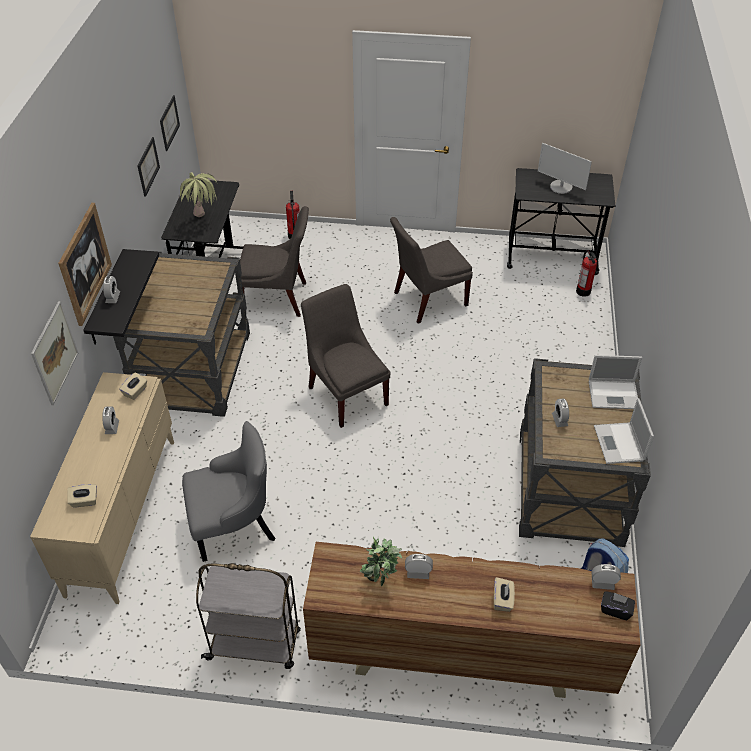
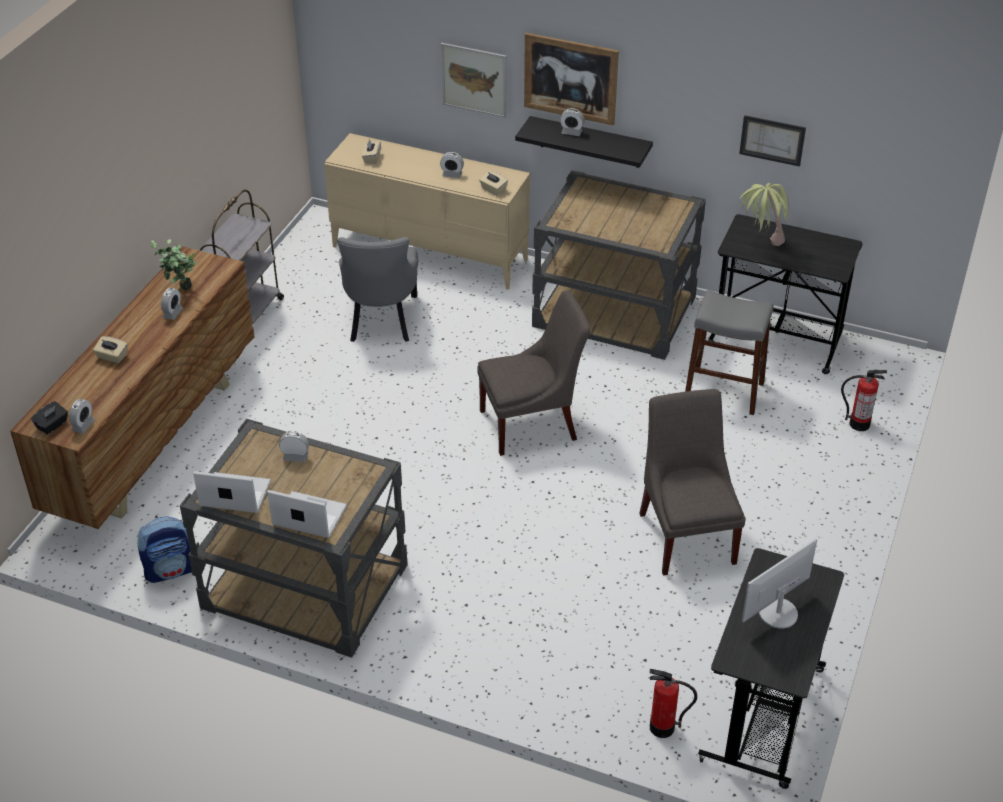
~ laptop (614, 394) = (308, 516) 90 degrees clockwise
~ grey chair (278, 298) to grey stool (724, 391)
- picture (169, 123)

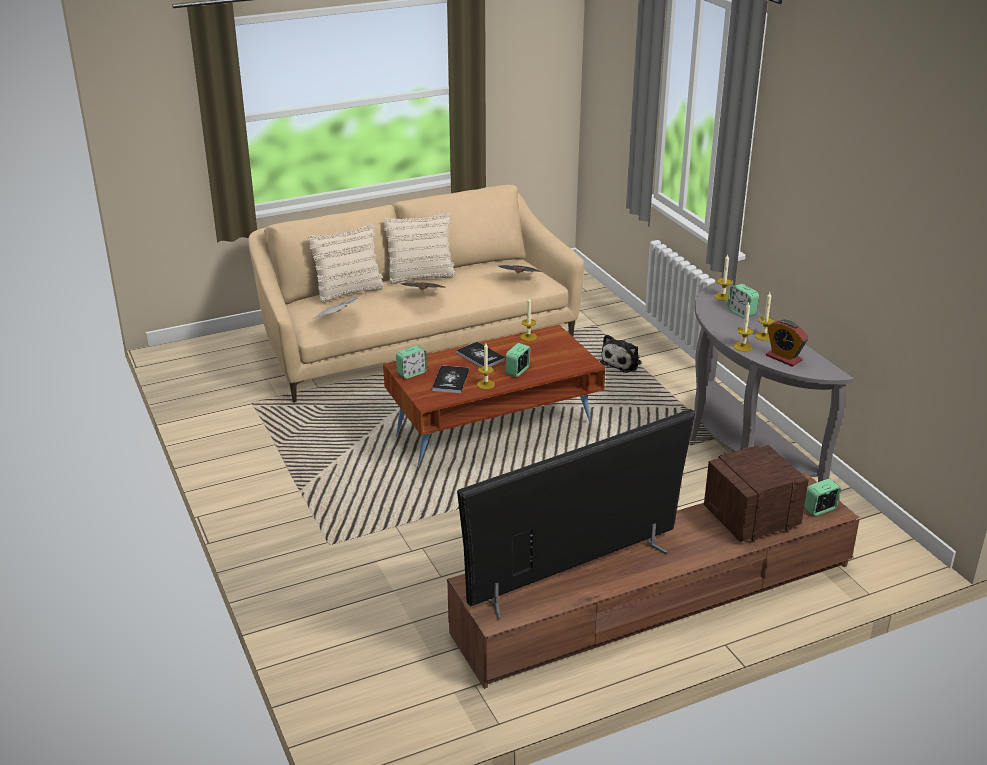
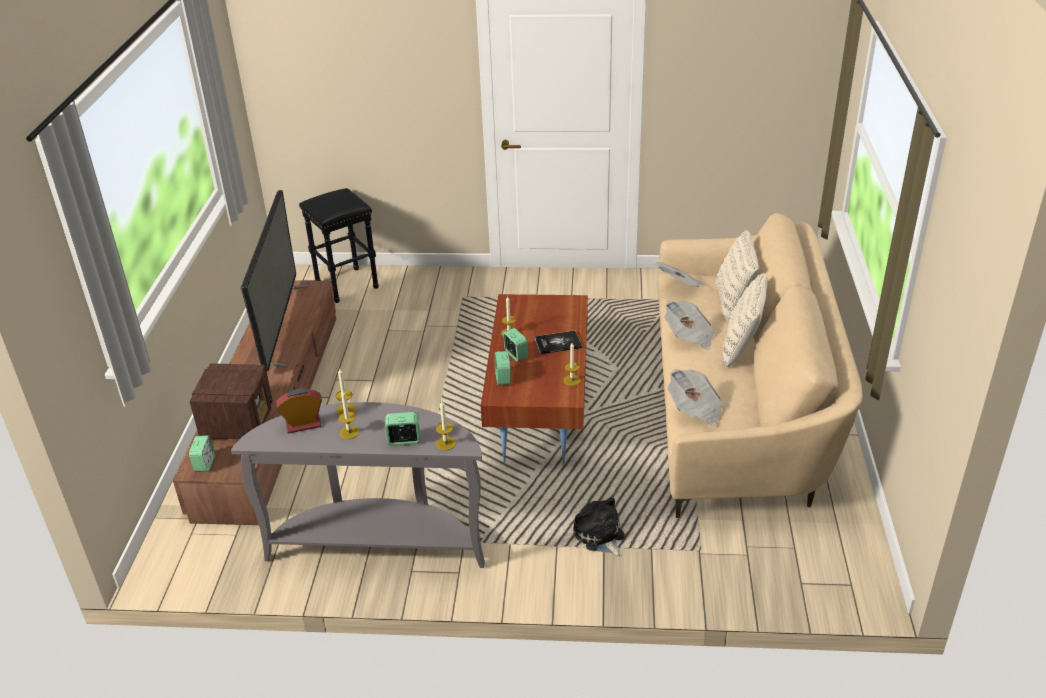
+ black stool (347, 284)
~ alarm clock (412, 373) to (503, 378)
- book (451, 380)

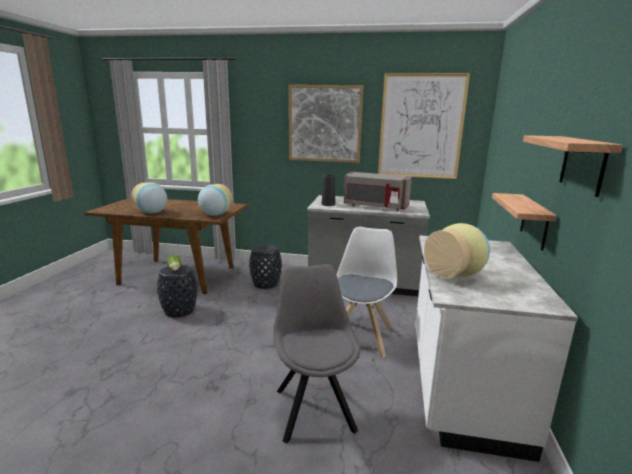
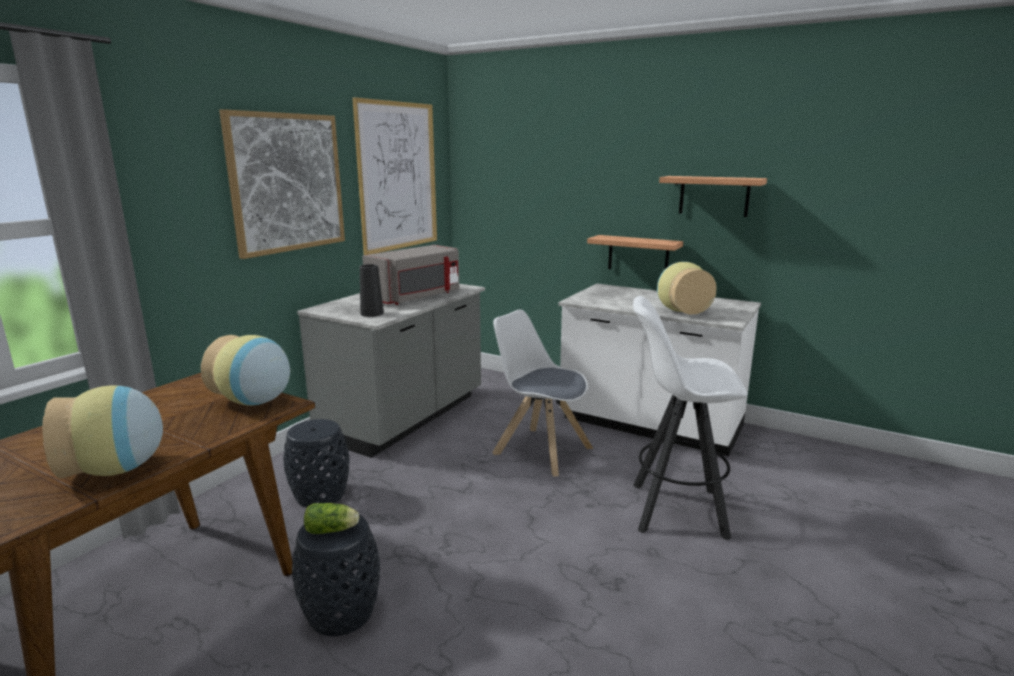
~ grey chair (313, 409) to white stool (674, 509)

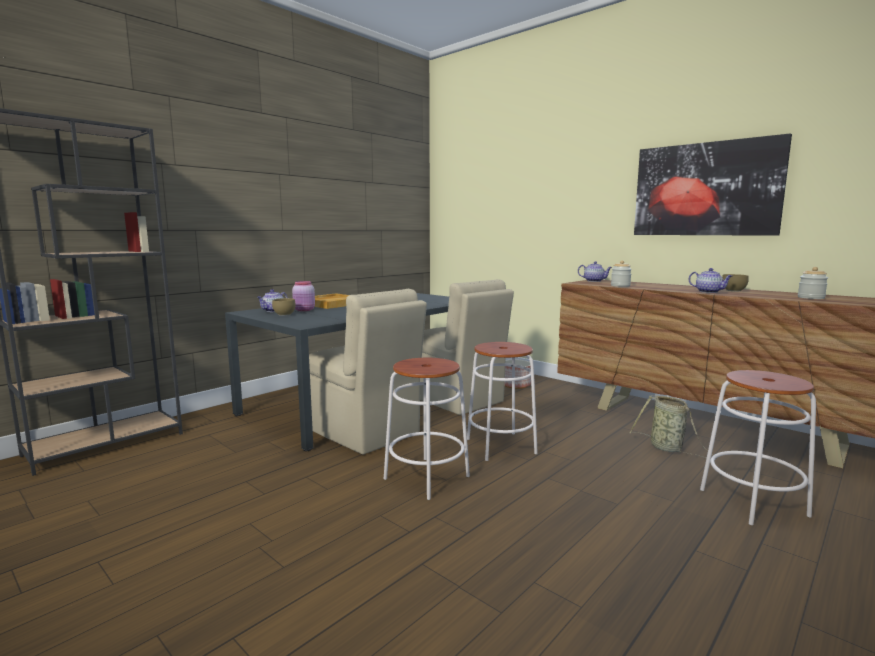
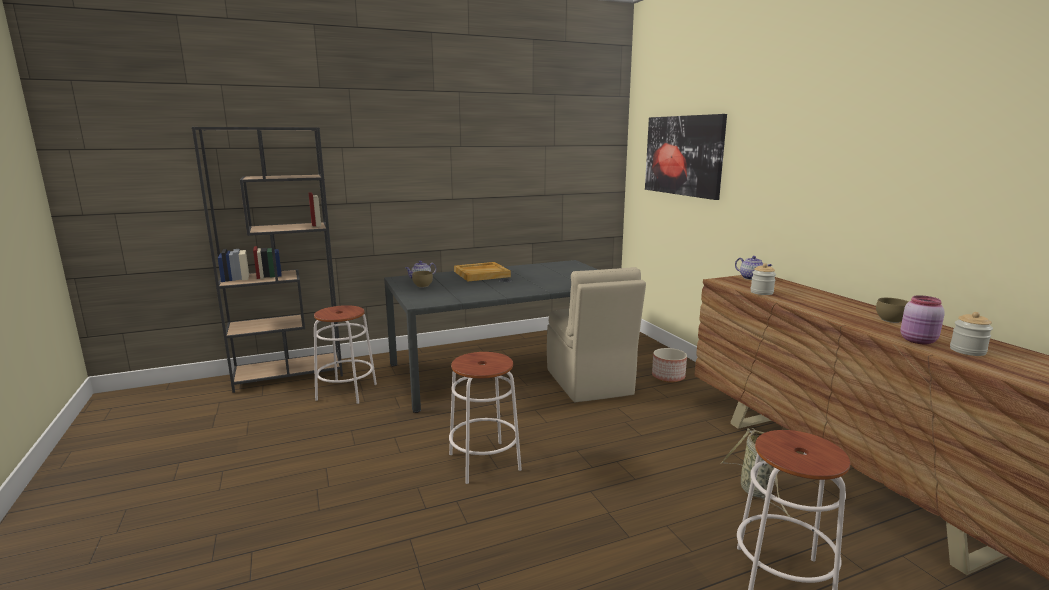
~ white stool (500, 446) to (346, 392)
~ picture (705, 189) to (683, 155)
~ pink jar (304, 310) to (919, 341)
- beige chair (363, 432)
- teapot (709, 292)

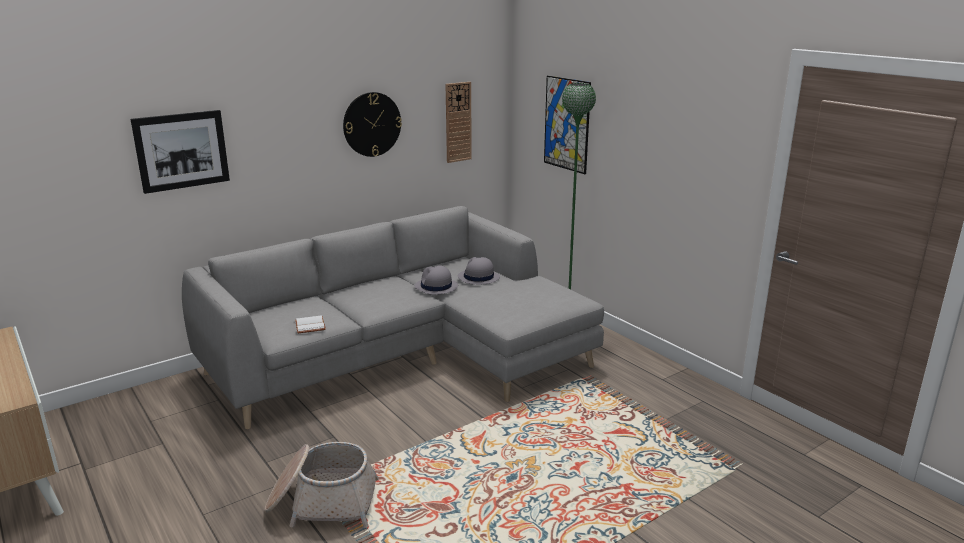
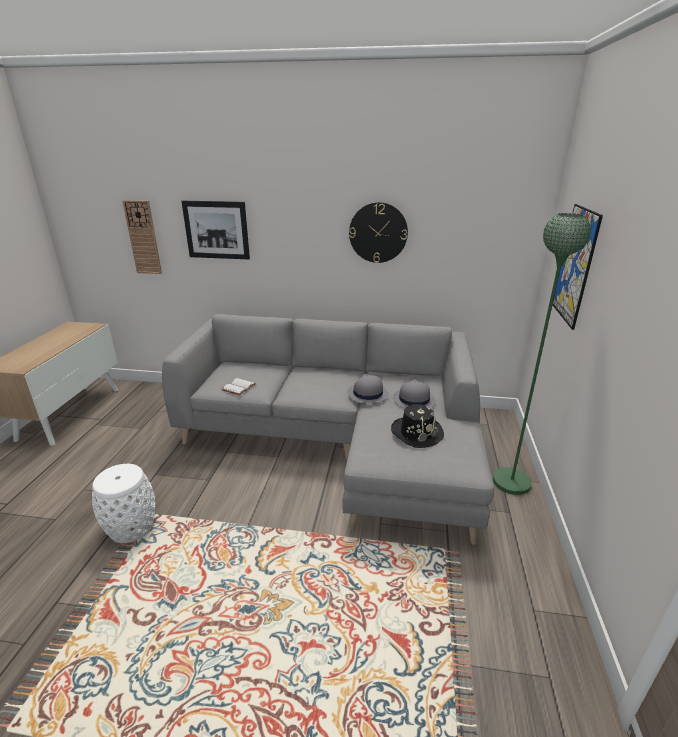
~ basket (322, 502) to white stool (132, 527)
~ wall clock (458, 122) to (143, 238)
+ black hat (416, 433)

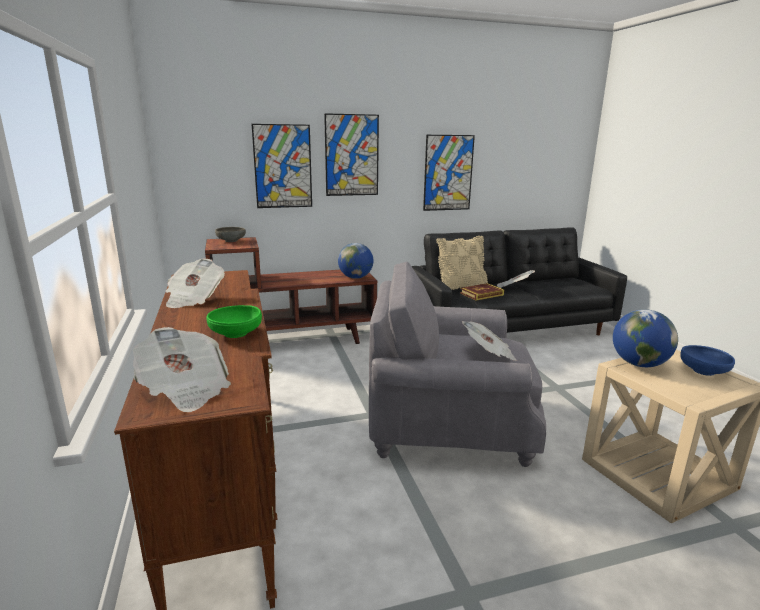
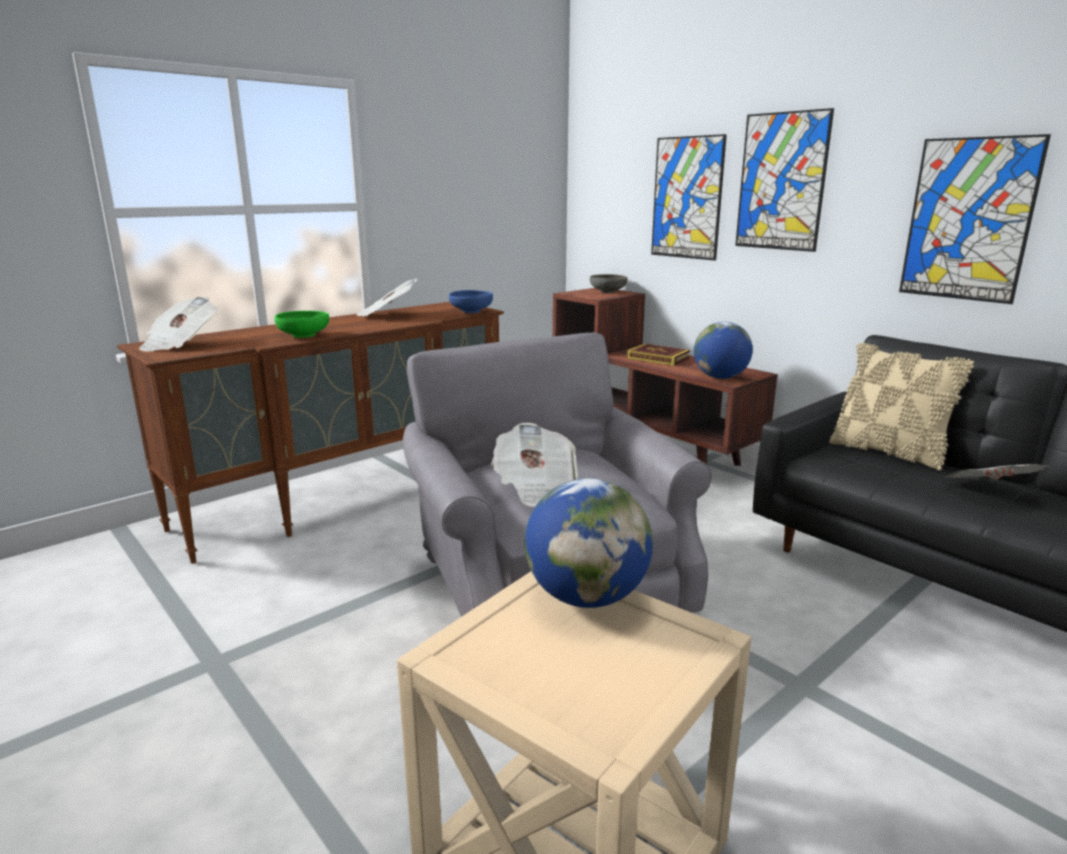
~ blue bowl (703, 371) to (471, 311)
~ book (481, 294) to (658, 358)

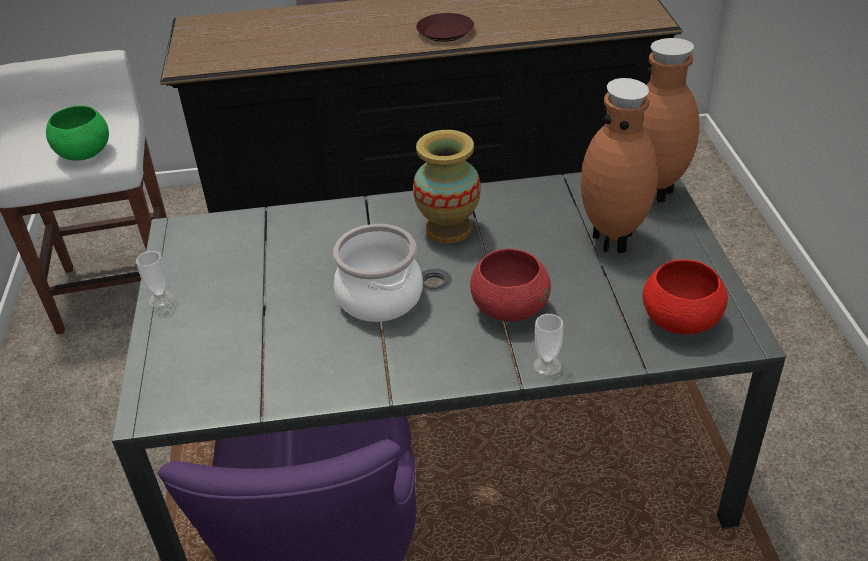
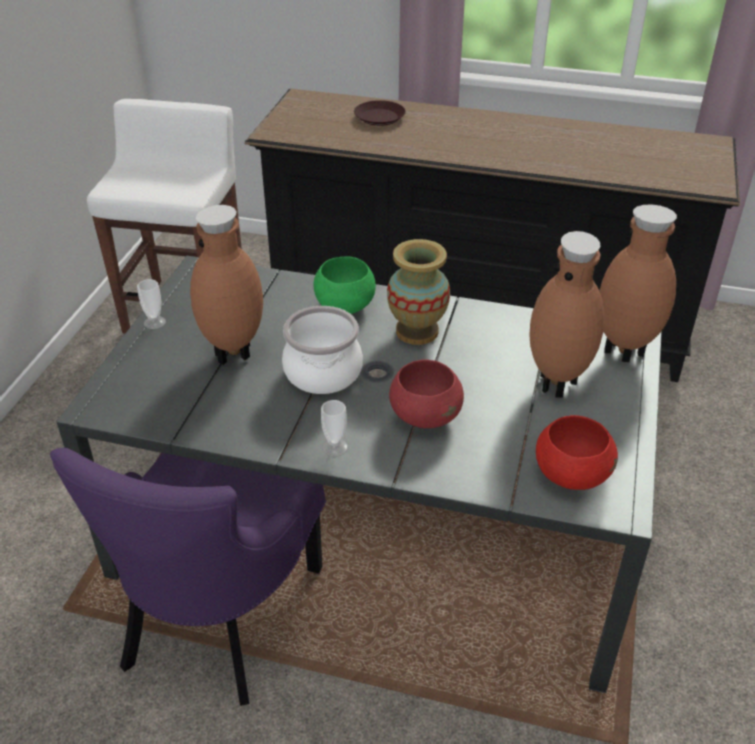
+ brown vase (235, 354)
~ green bowl (83, 154) to (344, 306)
~ cup (547, 366) to (335, 447)
~ brown plate (444, 32) to (379, 117)

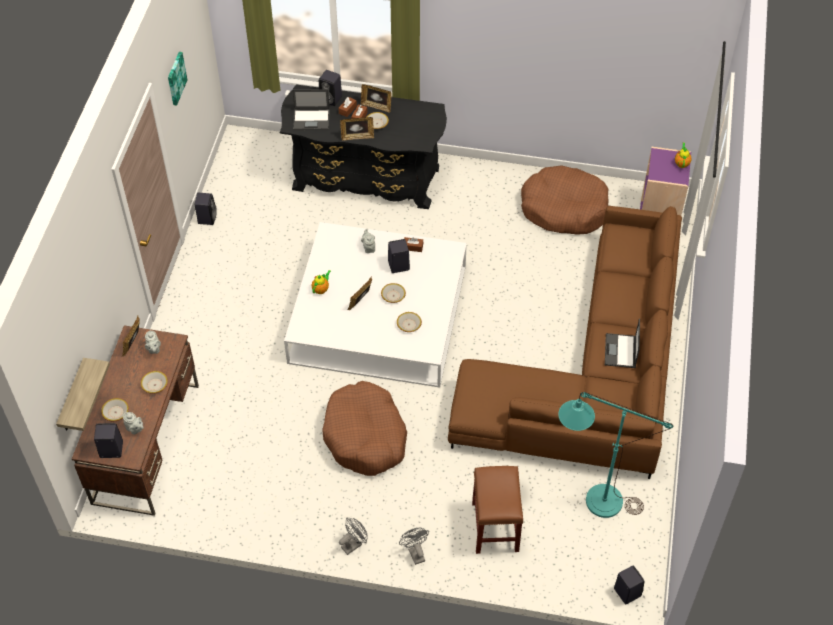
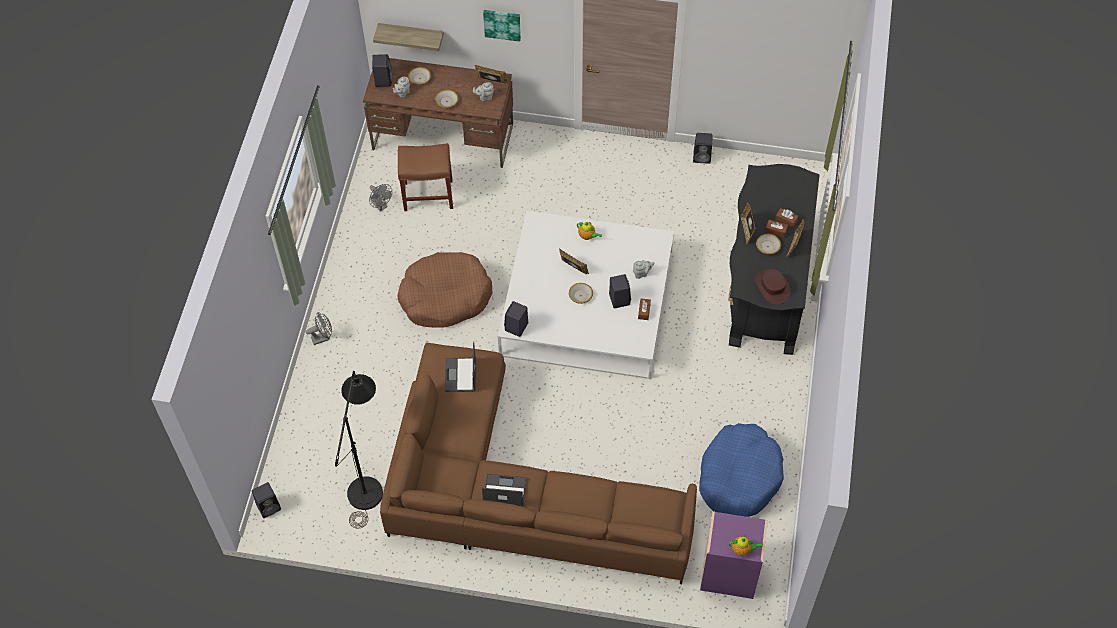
~ turquoise floor lamp (593, 499) to black floor lamp (367, 484)
~ grey fan (354, 544) to (381, 206)
~ brown stool (495, 528) to (427, 195)
~ laptop (312, 119) to (460, 375)
~ picture (175, 78) to (502, 24)
~ black speaker (331, 99) to (516, 327)
~ brown dog bed (564, 208) to blue dog bed (739, 476)
+ brown hat (772, 287)
- bowl (409, 324)

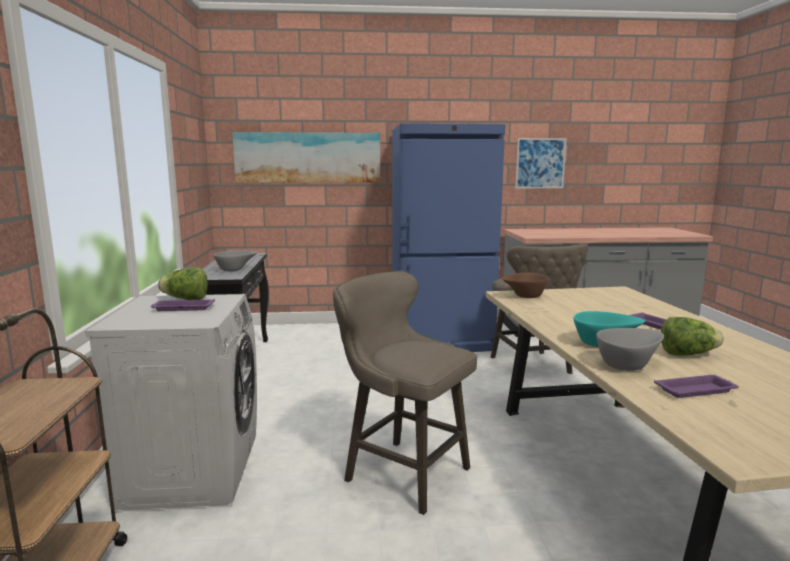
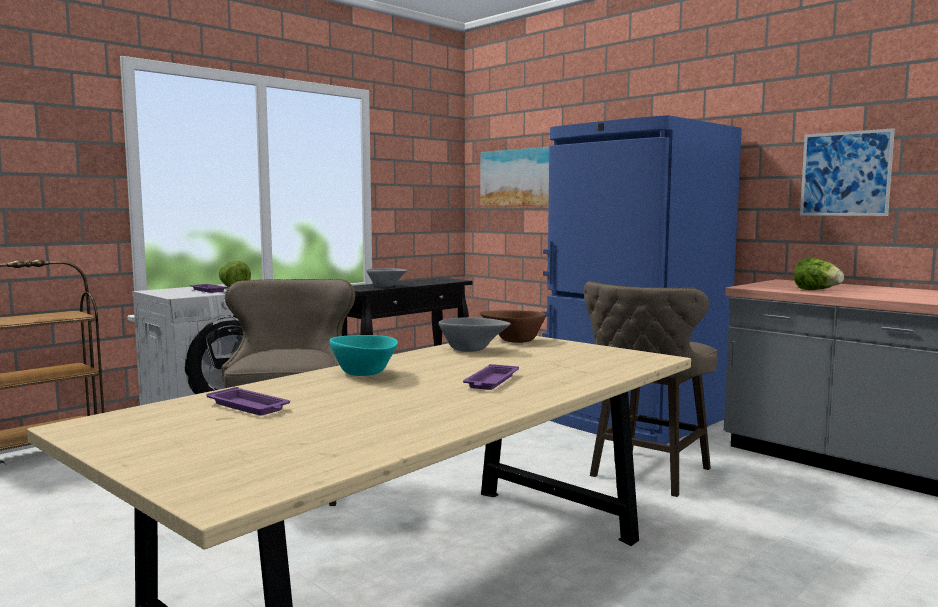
~ grey bowl (628, 365) to (474, 350)
~ lettuce (687, 354) to (816, 290)

